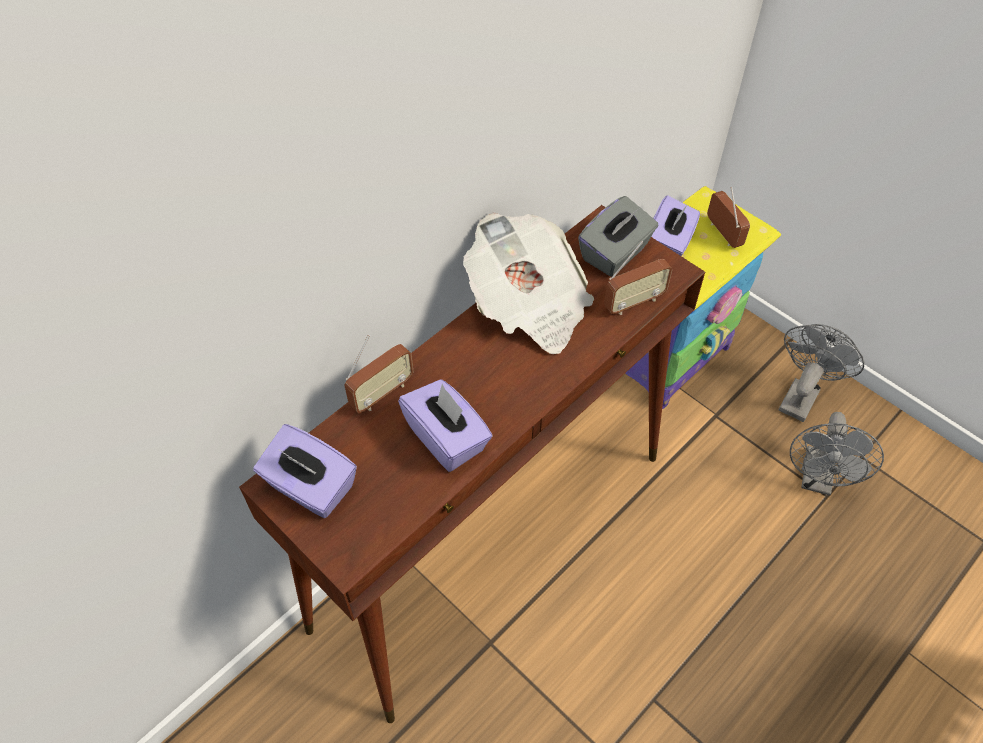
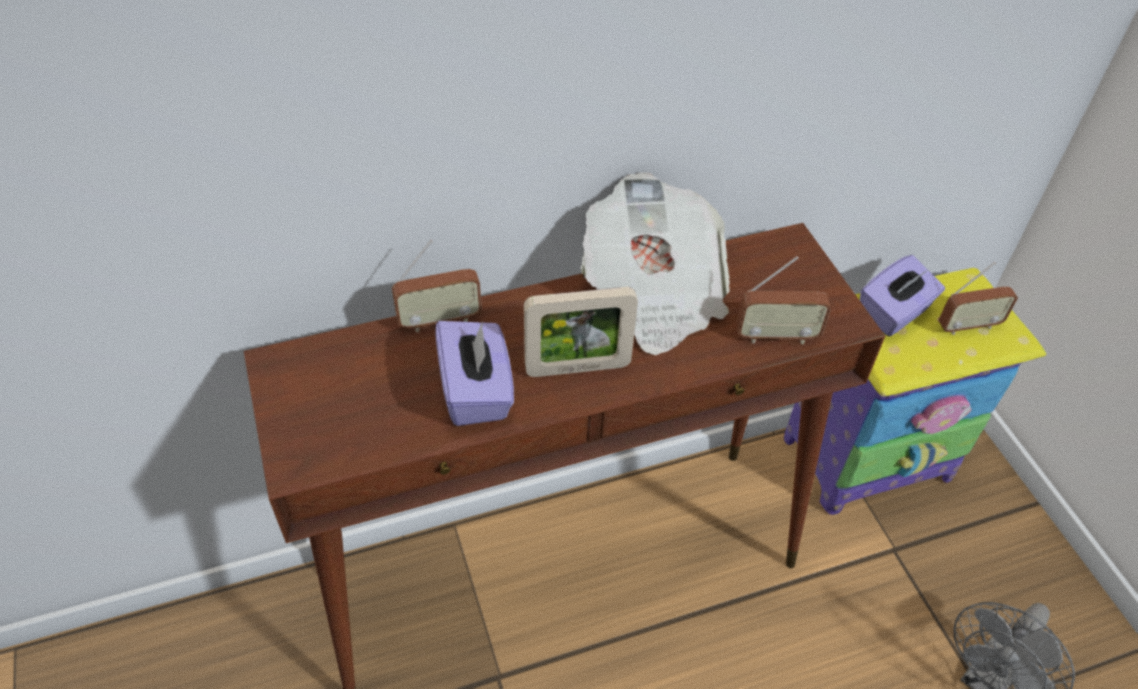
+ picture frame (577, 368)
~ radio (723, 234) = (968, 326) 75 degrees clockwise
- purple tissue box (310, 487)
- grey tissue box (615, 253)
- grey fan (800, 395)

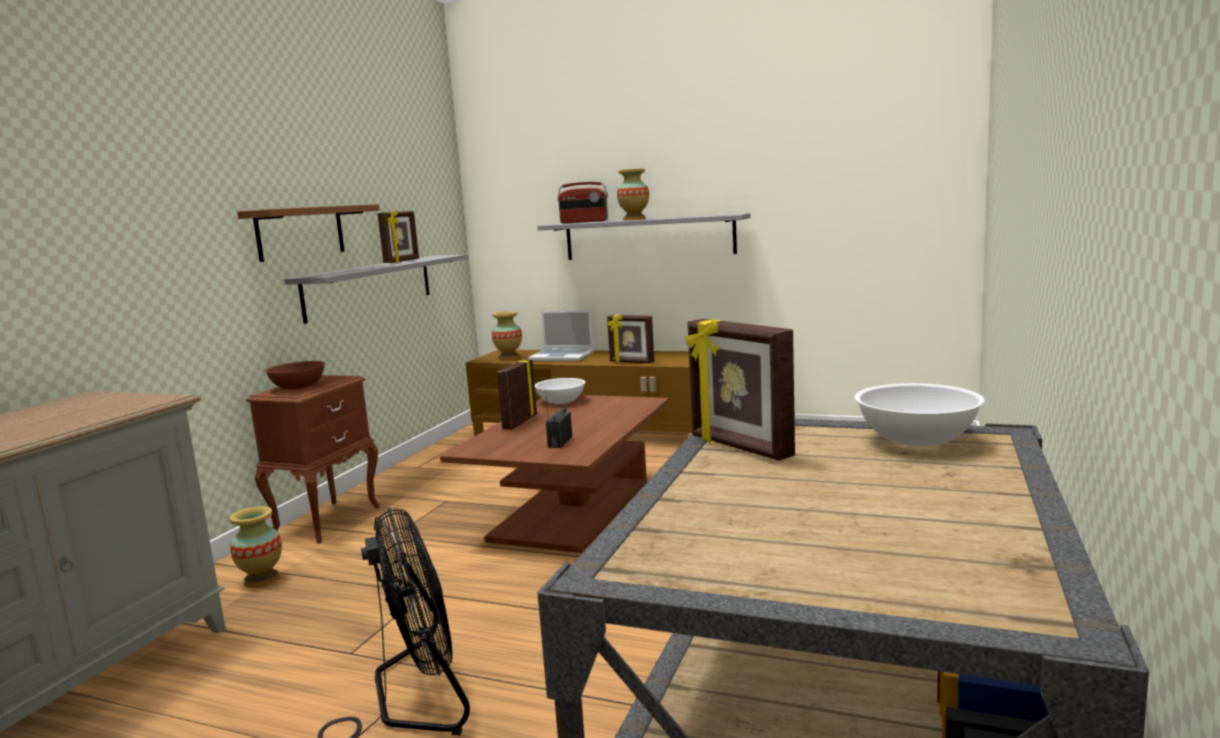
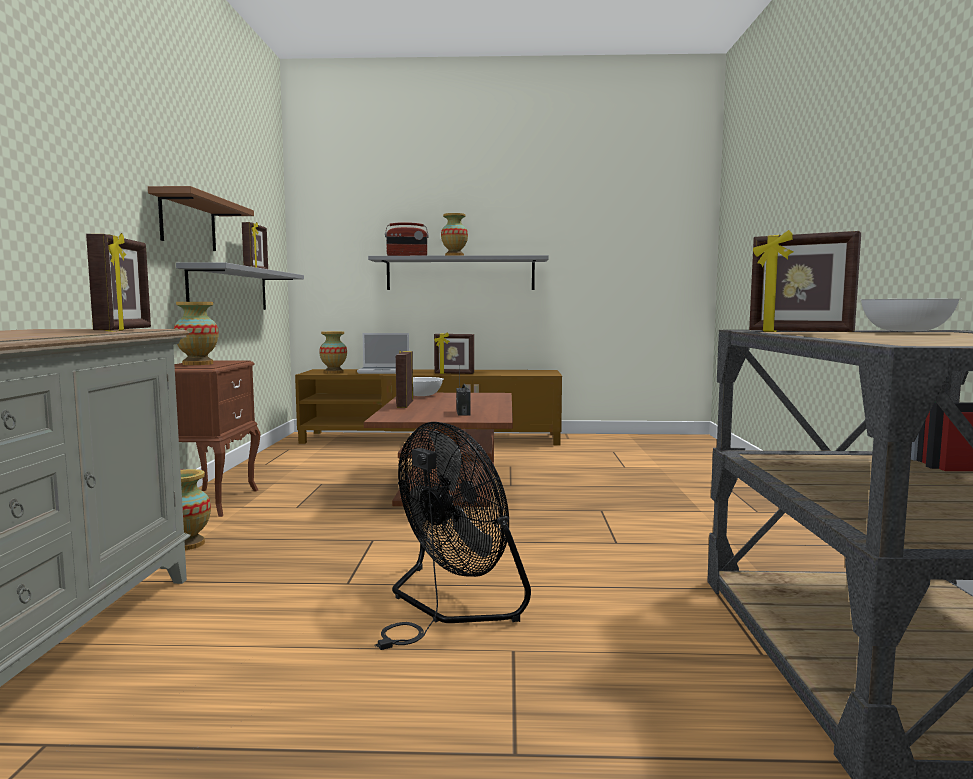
+ picture frame (125, 330)
~ brown bowl (298, 387) to vase (198, 364)

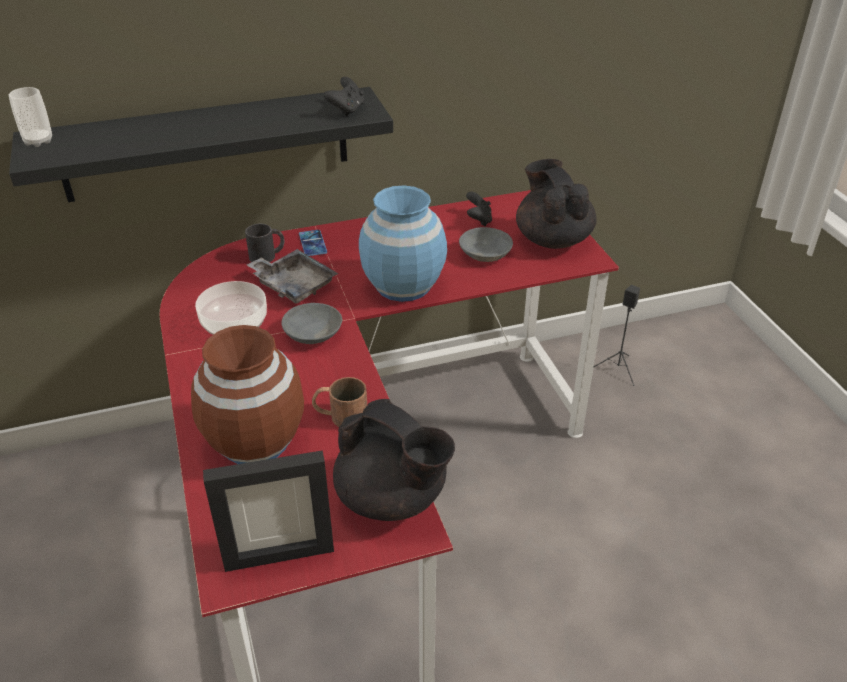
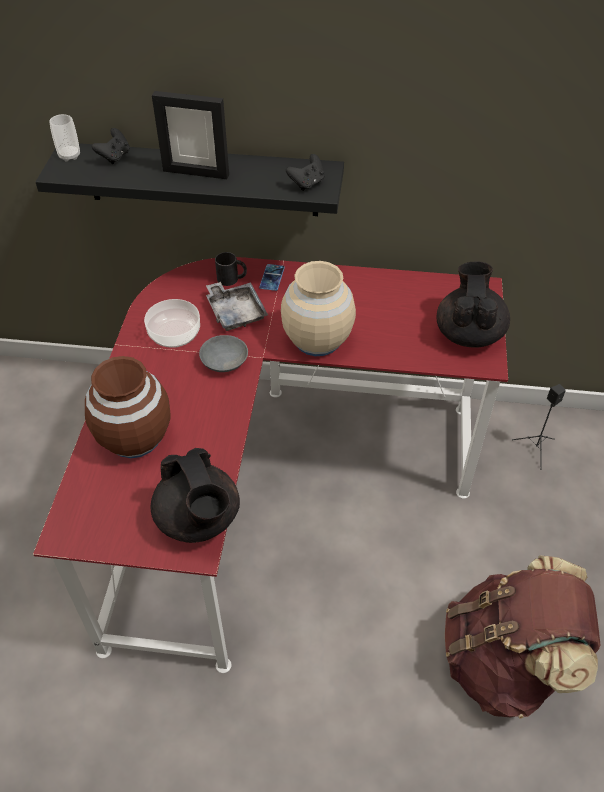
~ black game controller (478, 220) to (115, 157)
~ picture frame (279, 554) to (196, 172)
~ blue vase (404, 285) to beige vase (318, 339)
+ brown backpack (504, 662)
- brown mug (340, 415)
- grey bowl (484, 254)

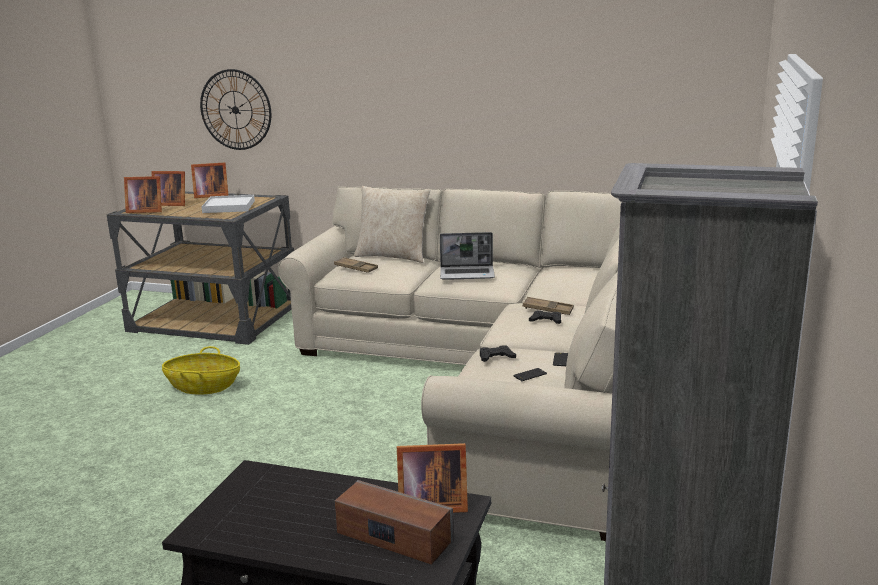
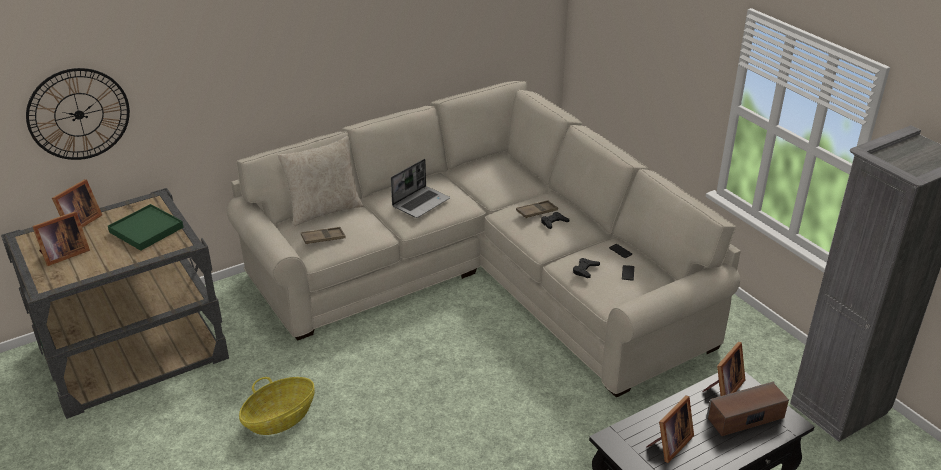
~ white tray (229, 207) to green tray (146, 230)
~ picture frame (144, 211) to (669, 445)

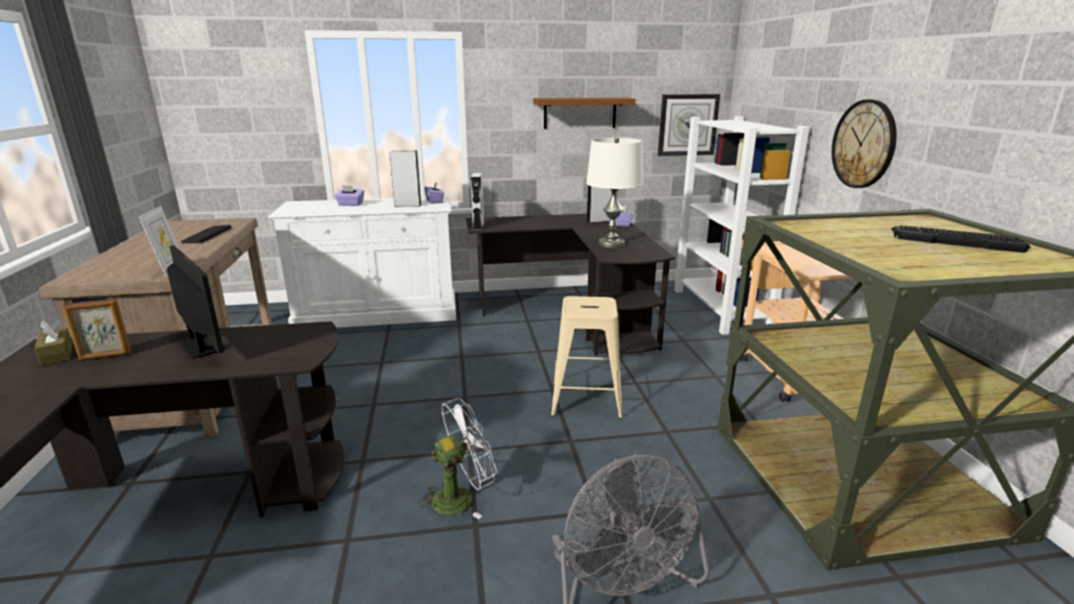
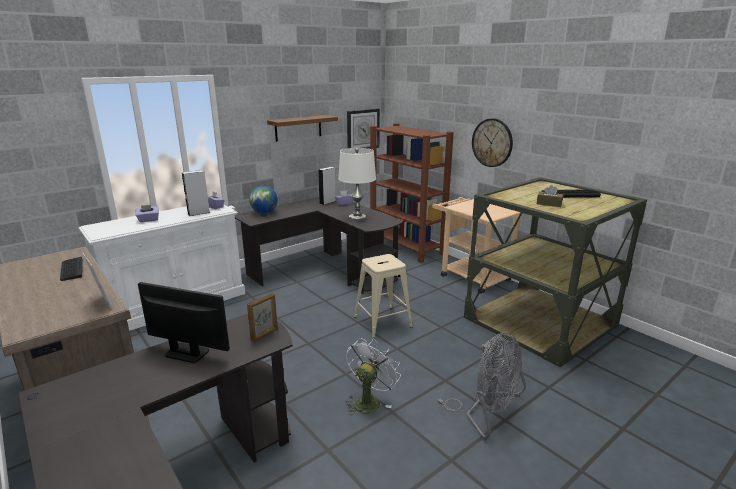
~ picture frame (105, 356) to (264, 334)
+ globe (264, 213)
~ white bookcase (721, 309) to brown bookcase (406, 247)
~ brown tissue box (57, 354) to (549, 204)
- grey speaker (478, 226)

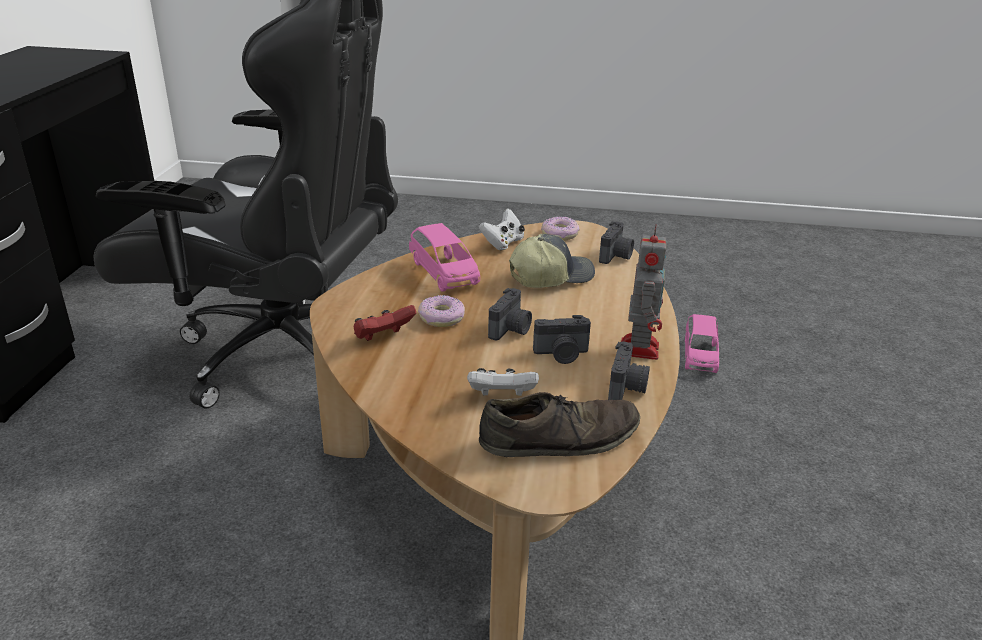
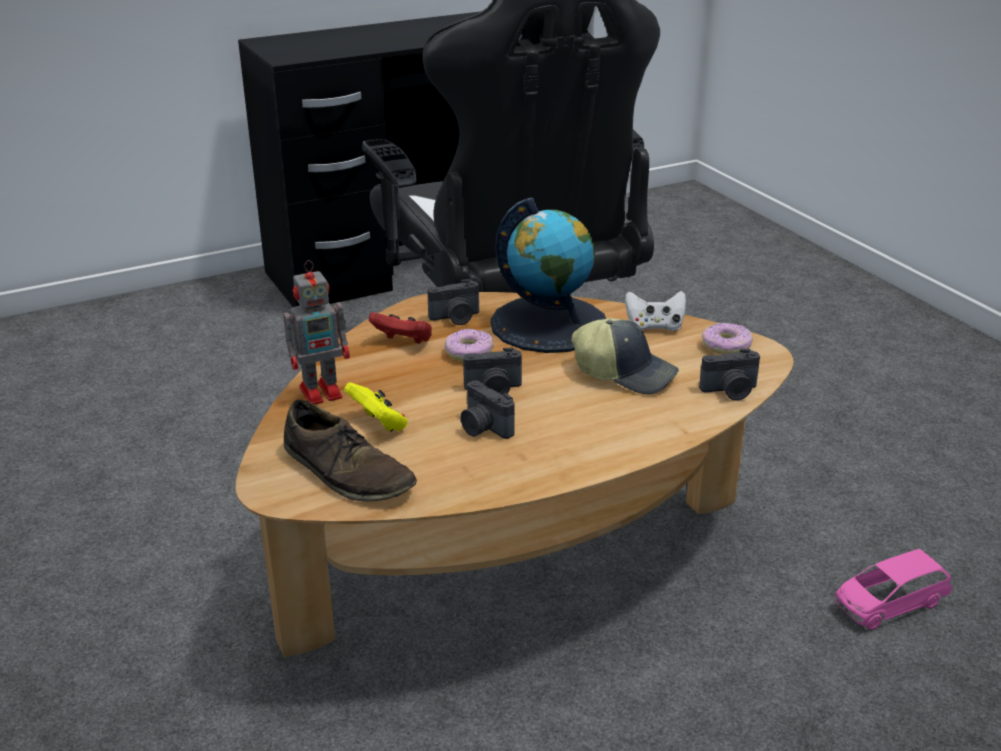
~ toy robot (639, 347) to (323, 391)
~ white game controller (502, 396) to yellow game controller (379, 424)
~ photo camera (627, 388) to (456, 318)
~ pink toy car (444, 273) to globe (549, 324)

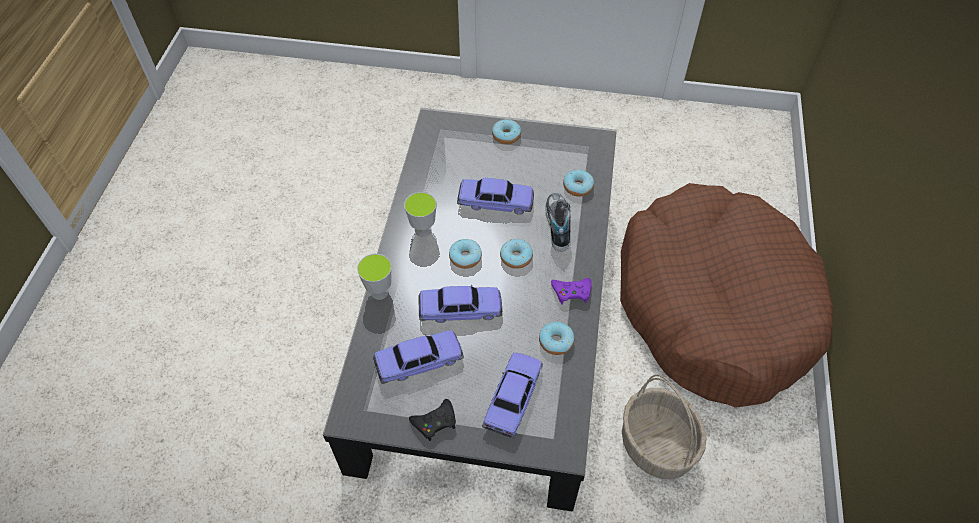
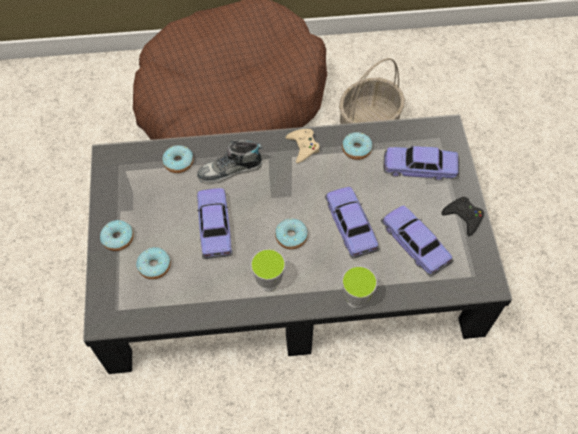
~ donut (516, 257) to (154, 266)
~ purple game controller (572, 292) to beige game controller (303, 147)

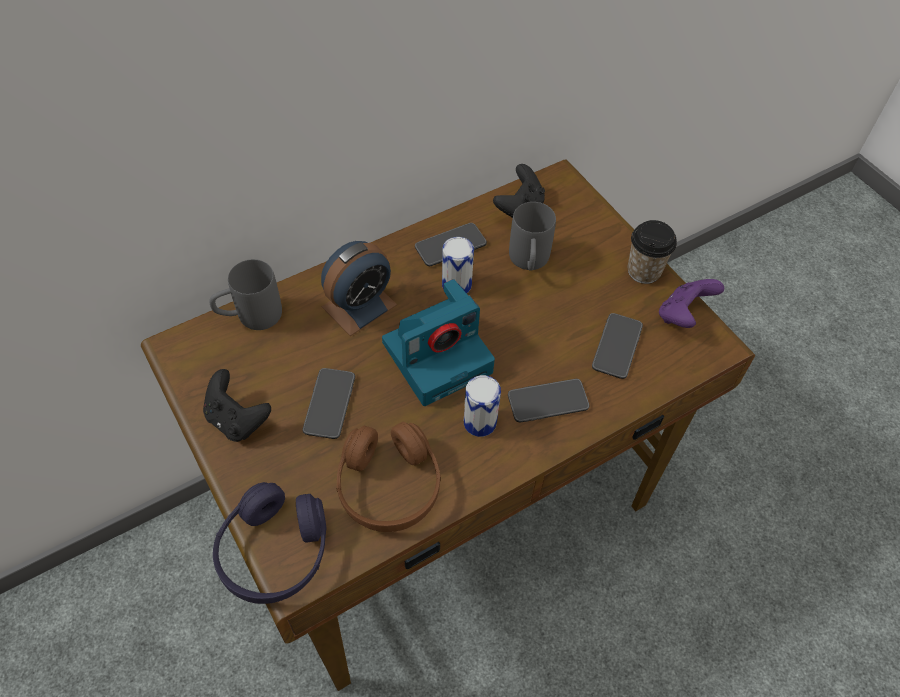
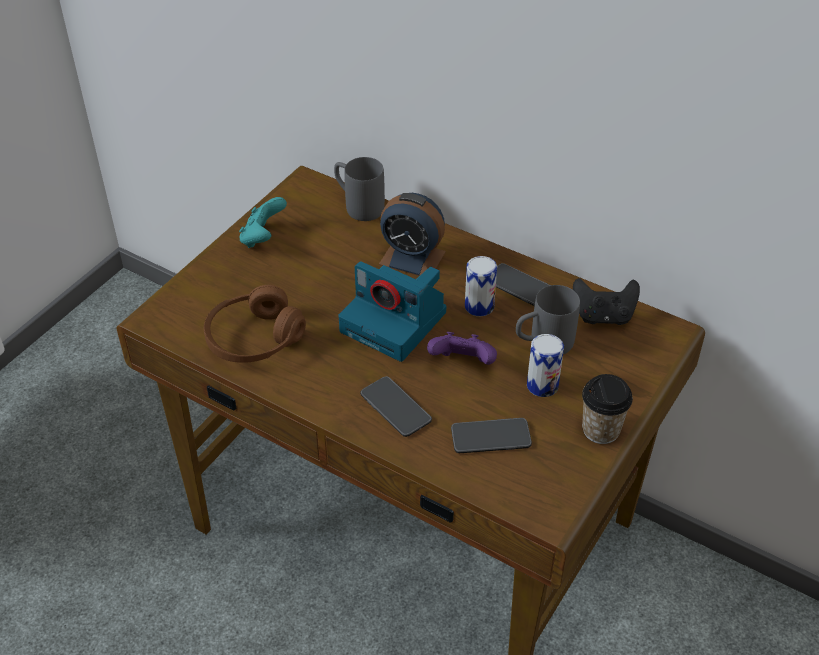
~ black game controller (237, 420) to turquoise game controller (263, 238)
~ purple game controller (683, 315) to (463, 364)
~ can (480, 422) to (542, 385)
- purple headphones (274, 551)
- phone (329, 404)

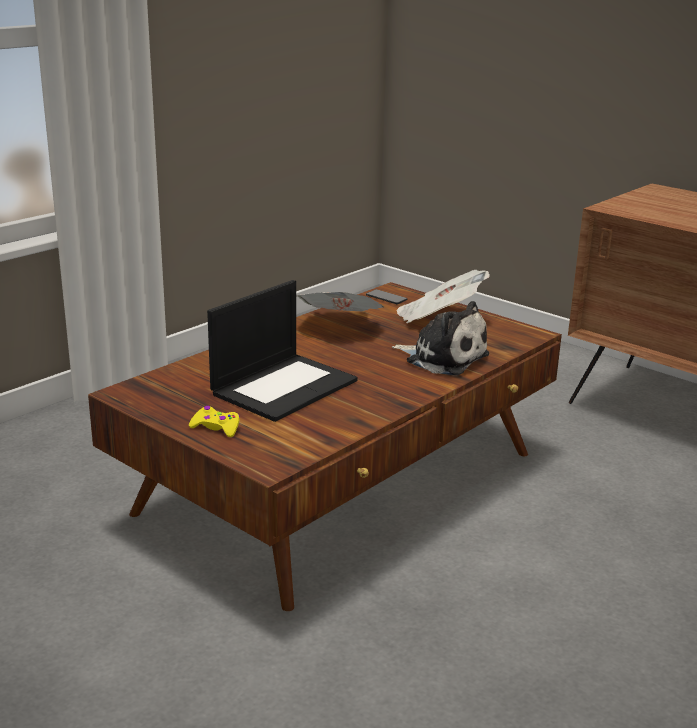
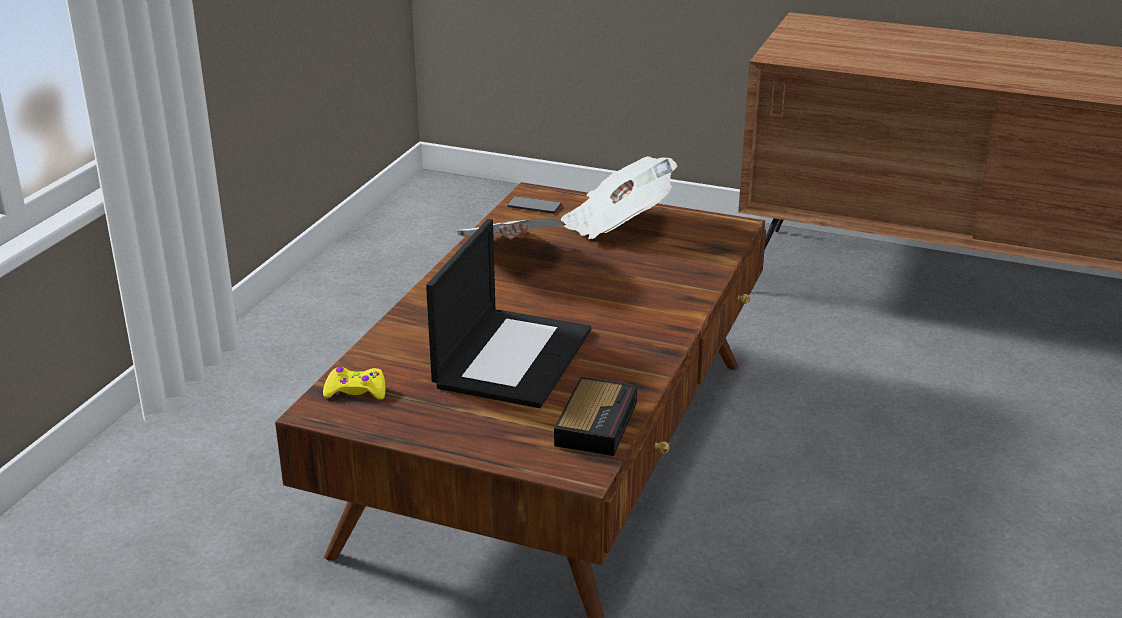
~ yellow game controller (216, 427) to (356, 391)
+ alarm clock (597, 422)
- plush toy (443, 358)

